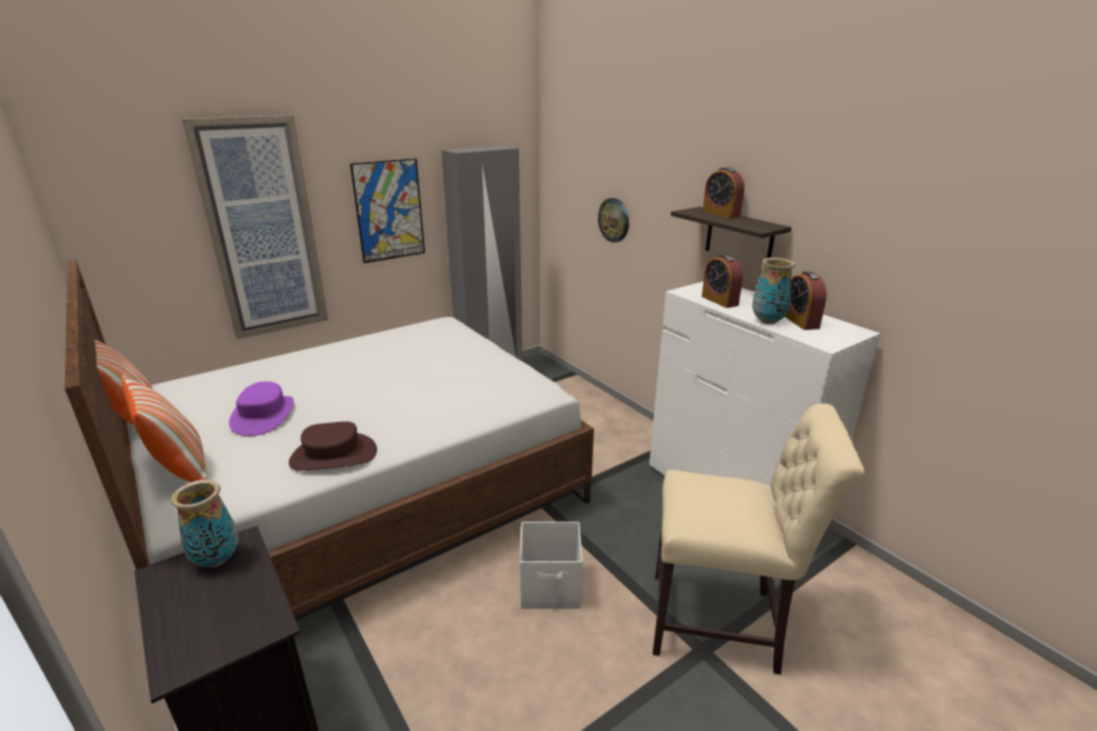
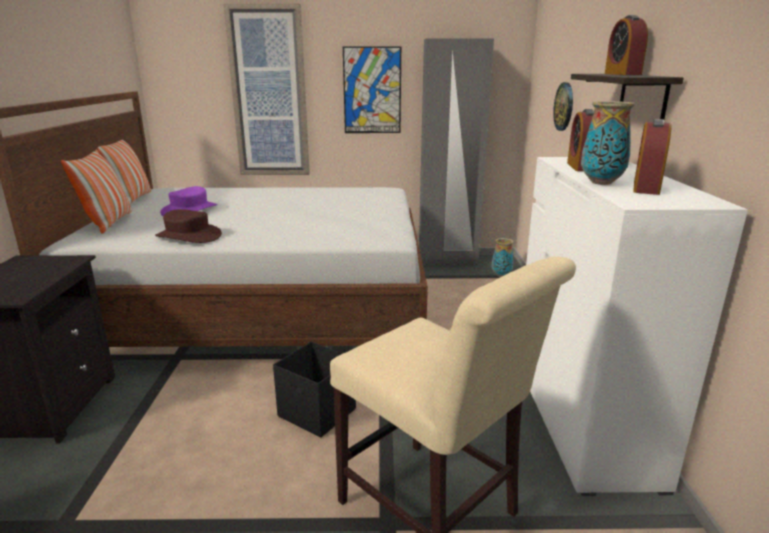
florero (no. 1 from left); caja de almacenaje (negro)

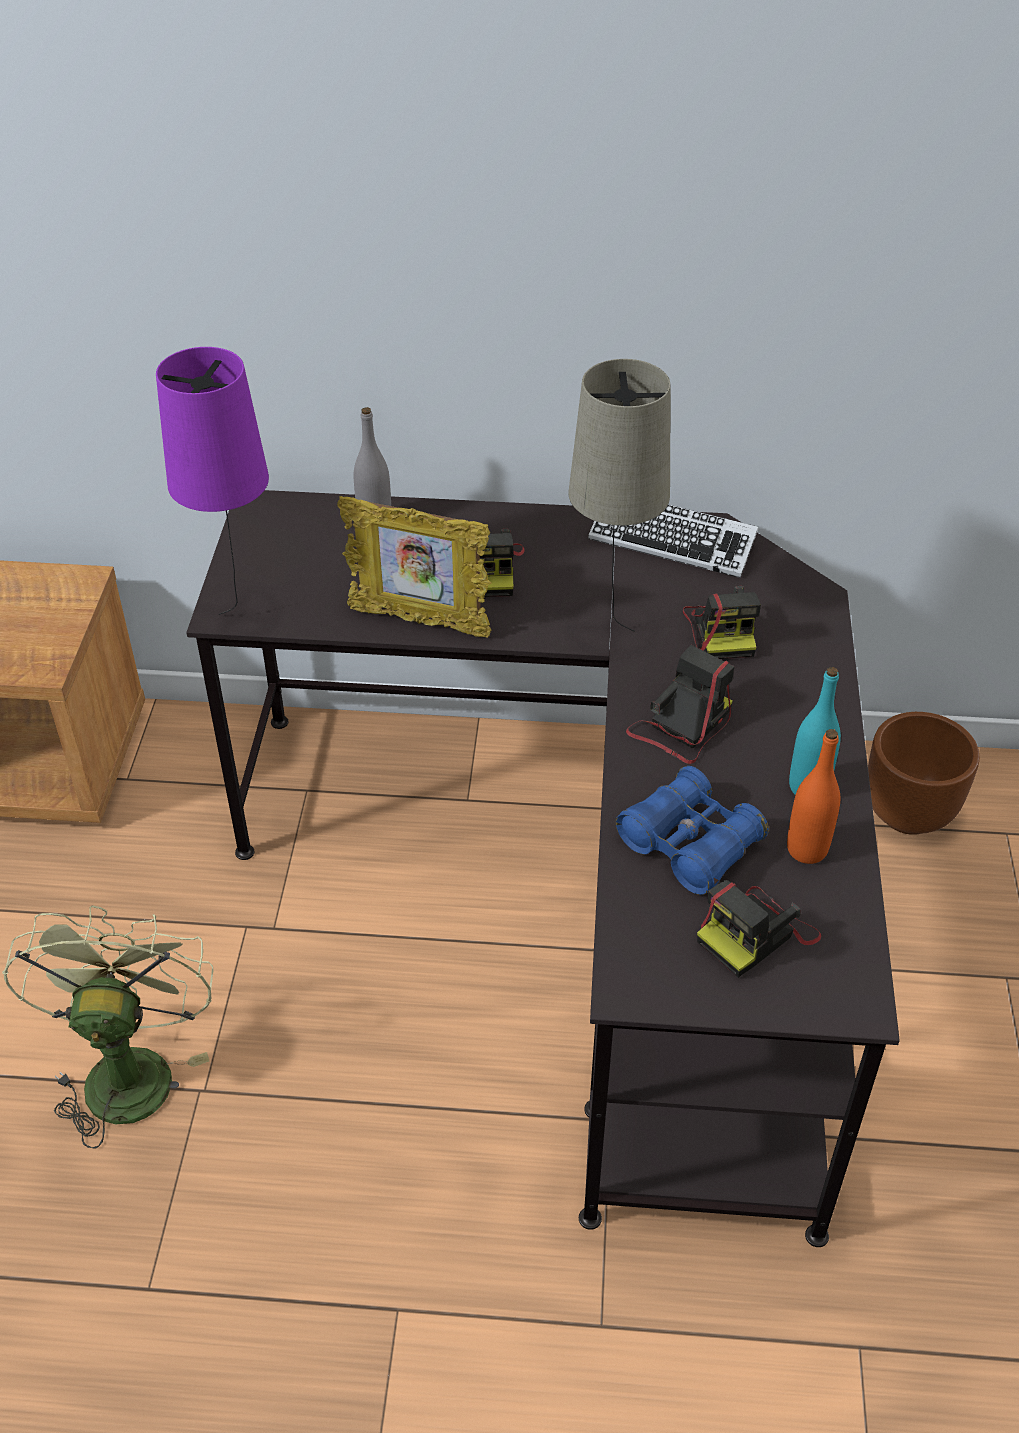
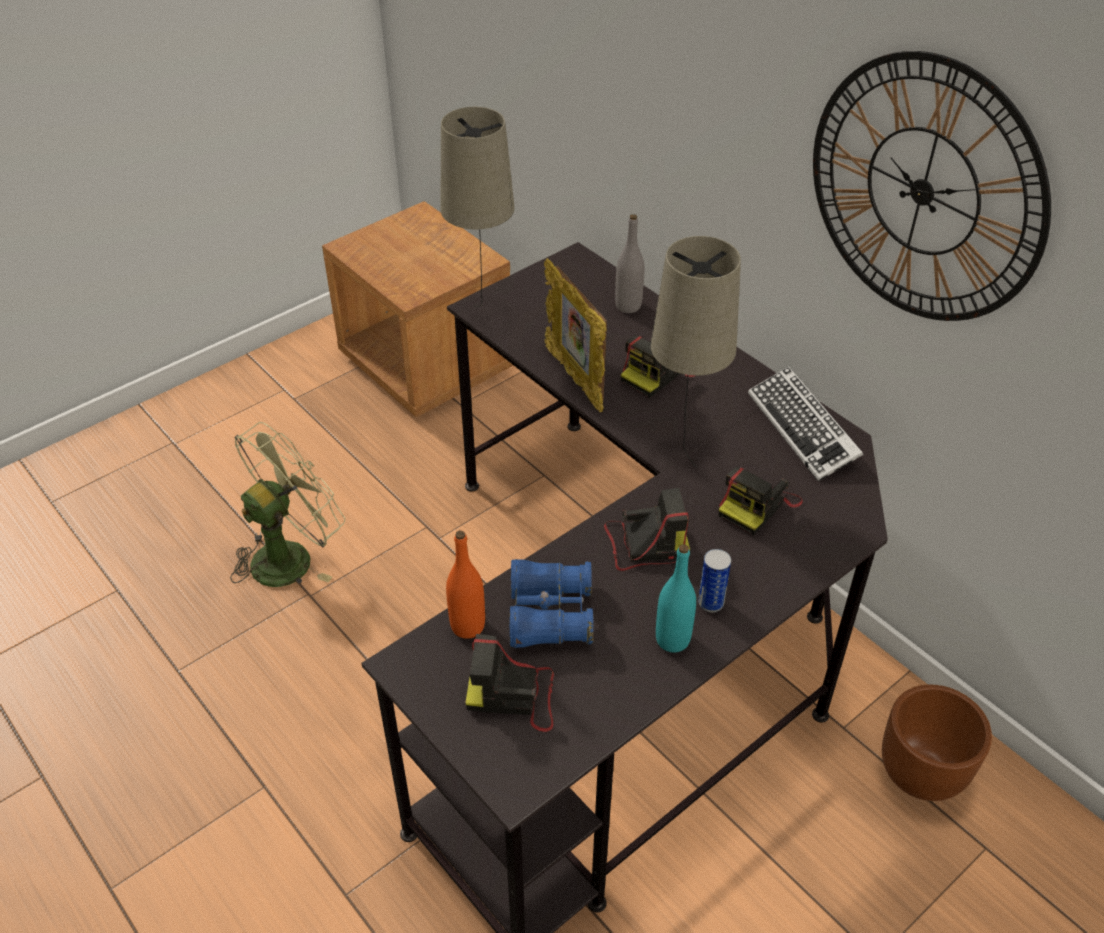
lata; reloj de pared; botella (naranja); lámpara de mesa (beis) (no. 1 from left)

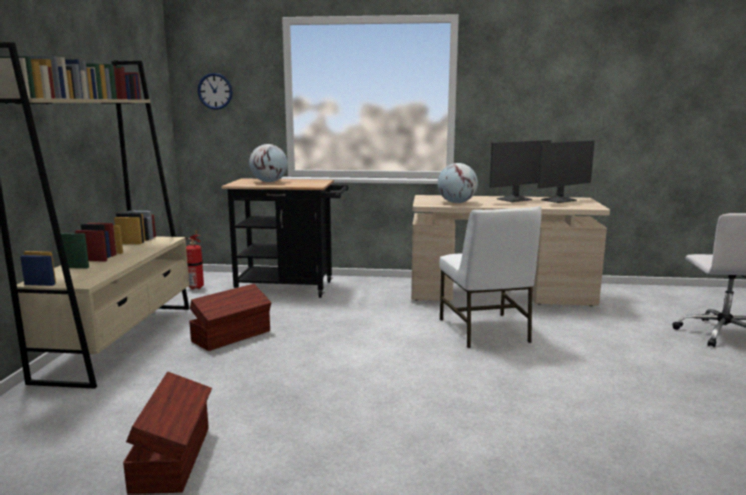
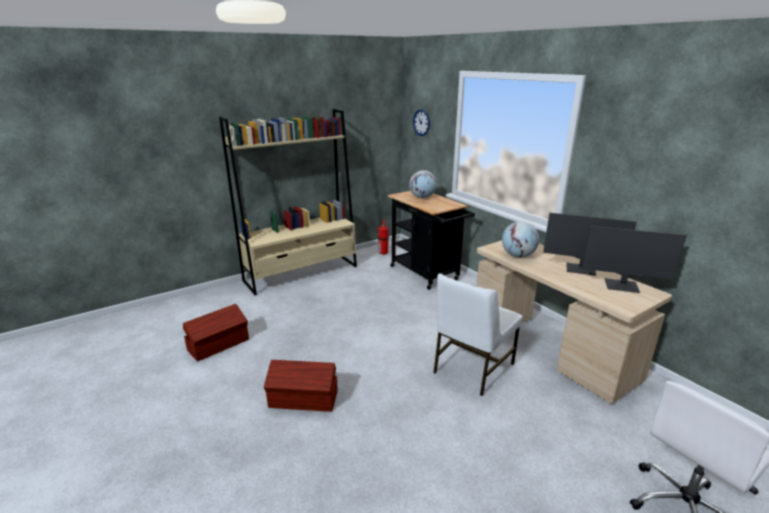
caja de almacenaje (marrón) (no. 2 from left)

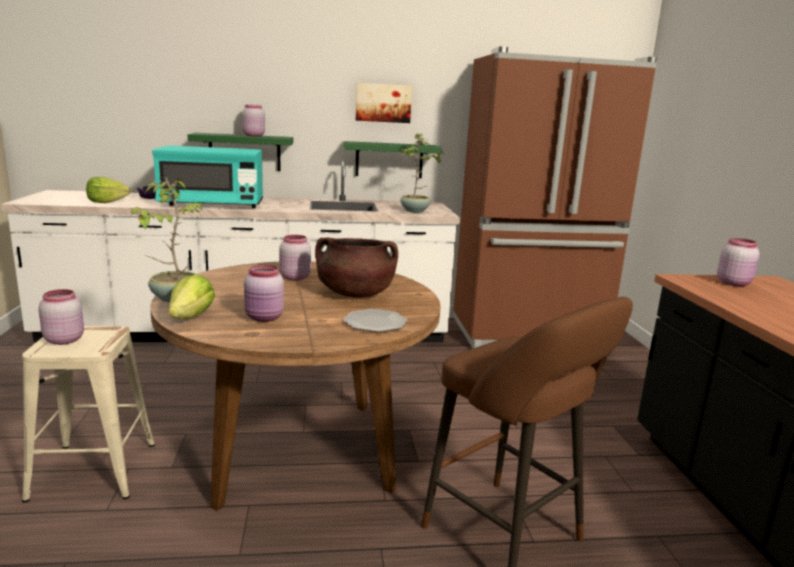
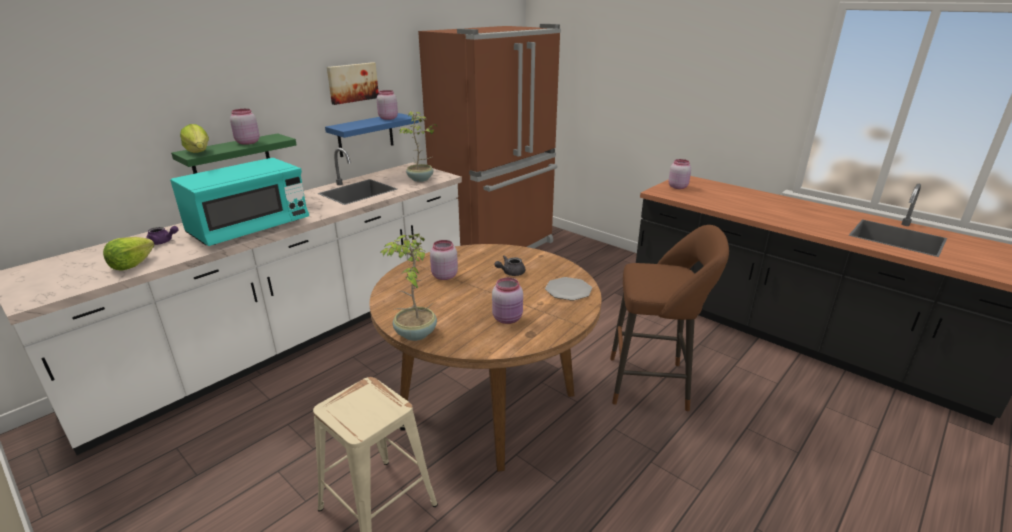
tarro (rosa) (no. 2 from left); lechuga (no. 2 from left); tetera (gris); estante (azul)

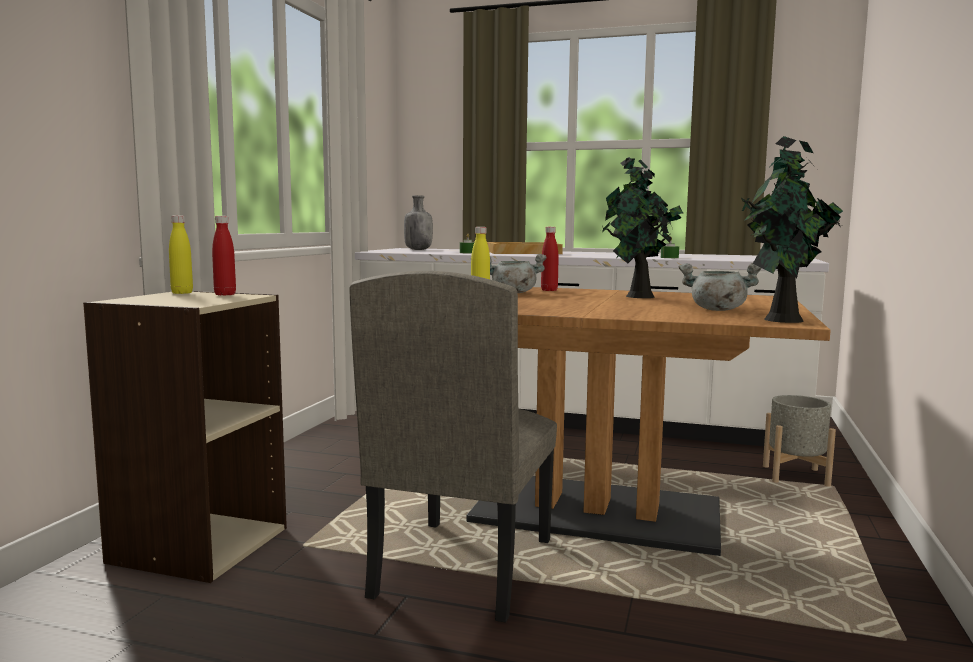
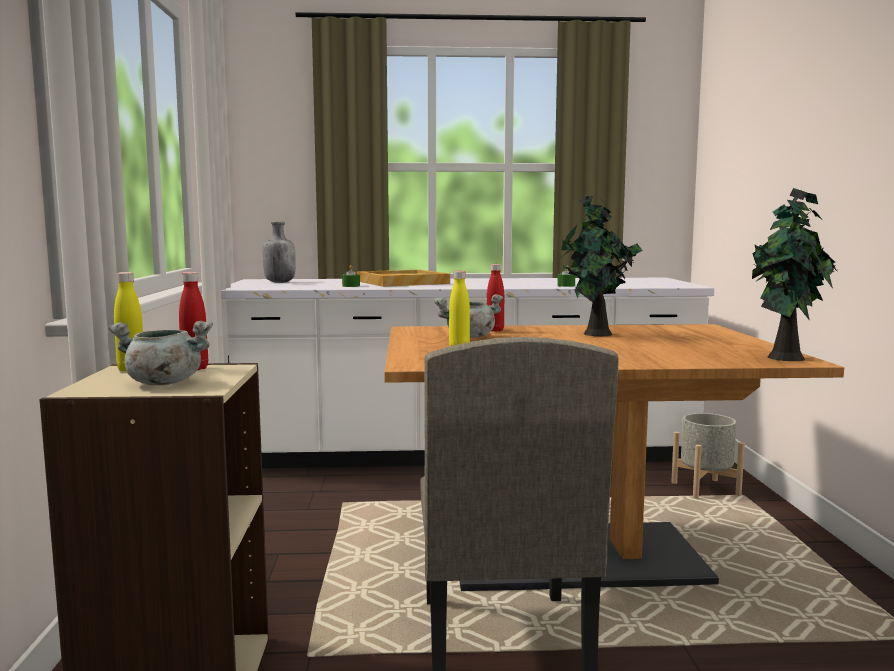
olla (gris) (no. 1 from left)

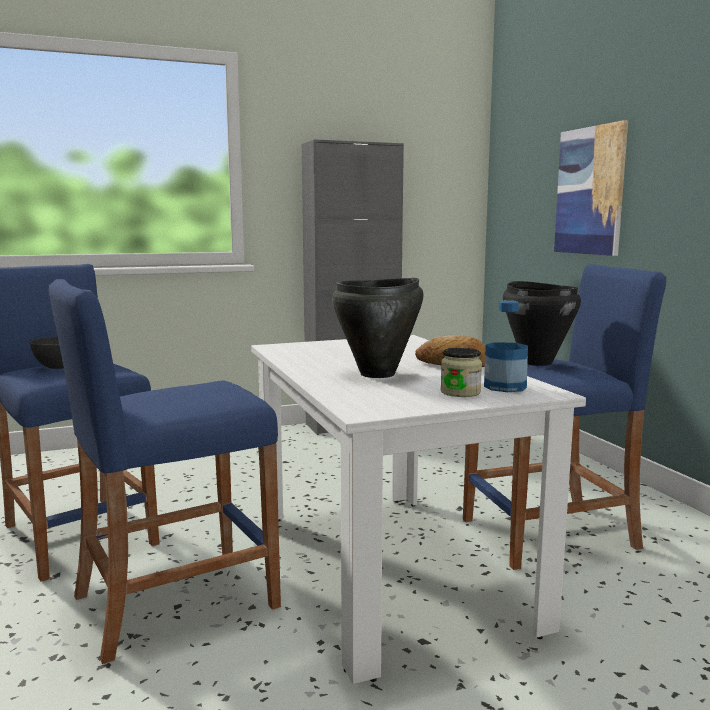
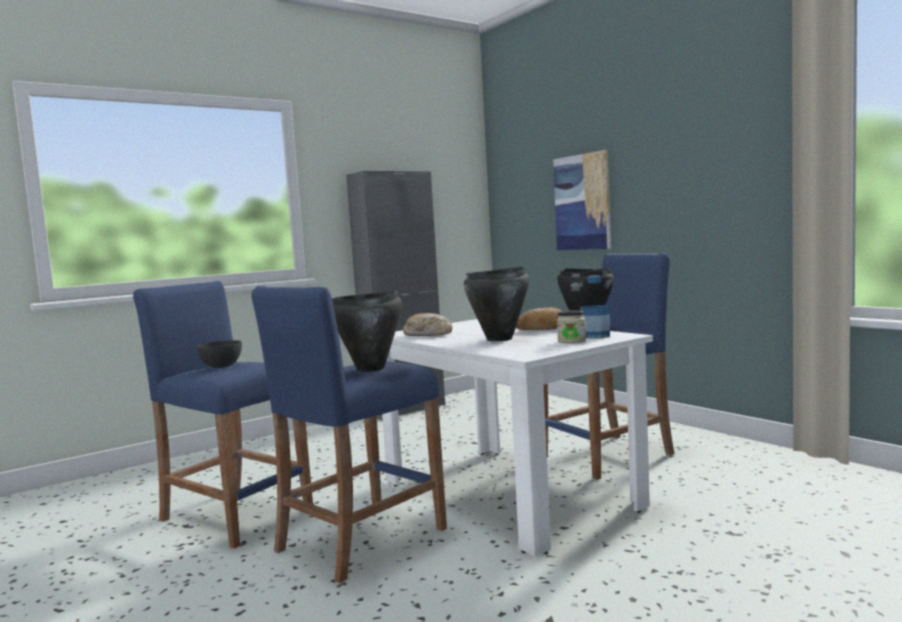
olla (negro) (no. 1 from left); pan (no. 1 from left)

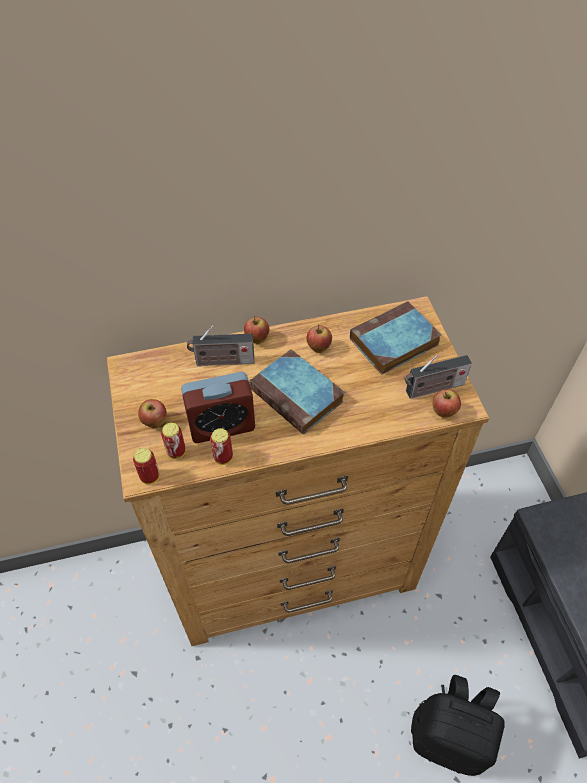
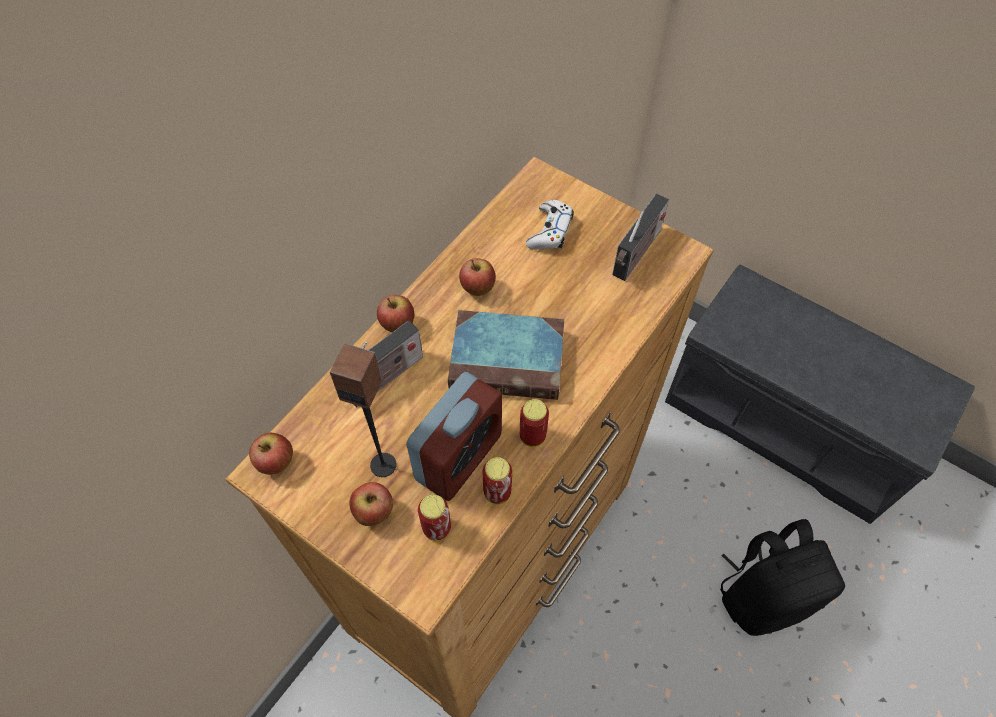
altavoz; lata (no. 3 from left); manzana (no. 1 from left); mando de consola (blanco)

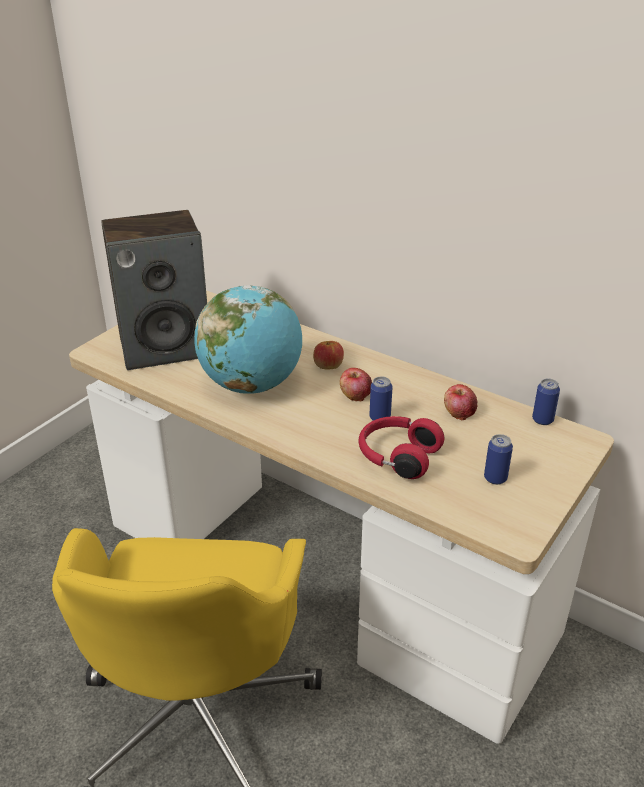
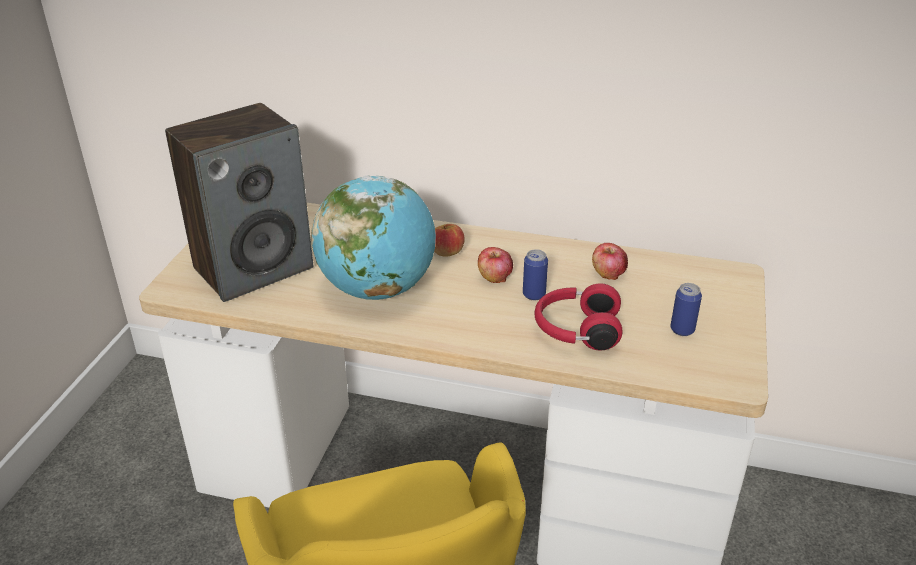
lata (no. 3 from left in the first image)

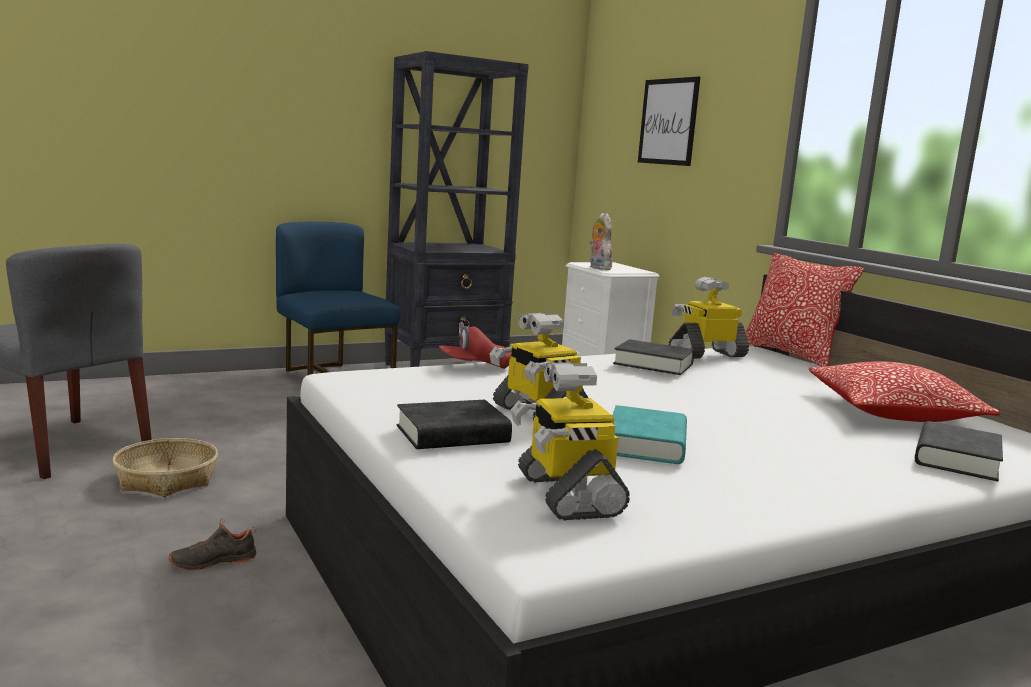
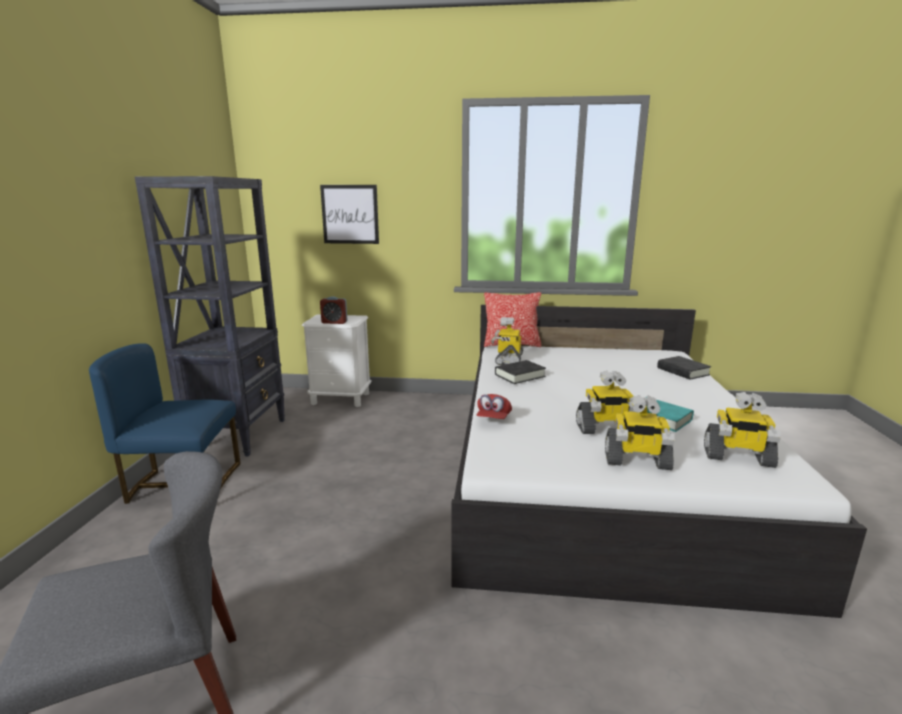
cesta; zapato (negro); cojín (no. 2 from left in the first image); robot de juguete (no. 3 from left); despertador

